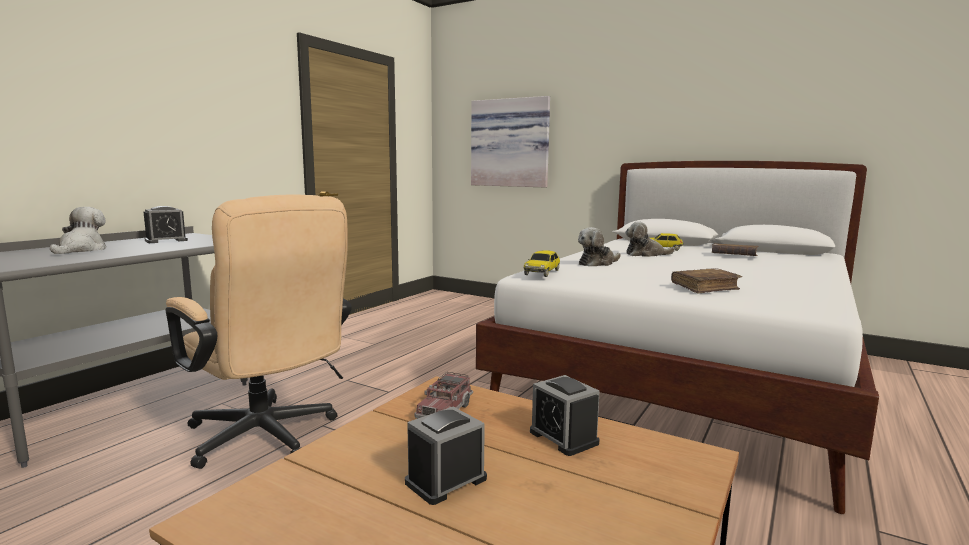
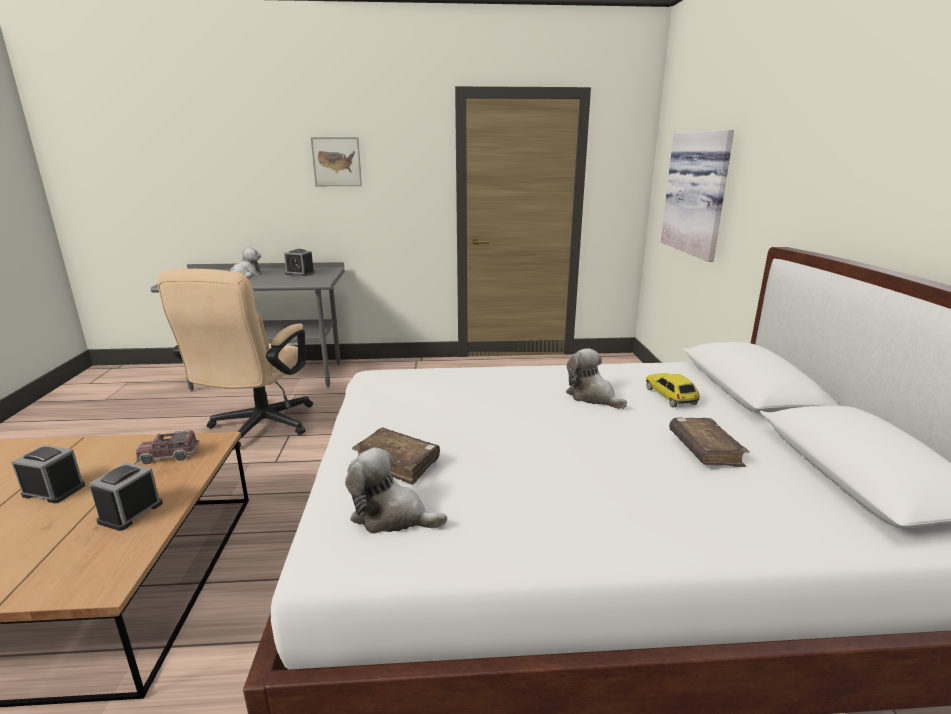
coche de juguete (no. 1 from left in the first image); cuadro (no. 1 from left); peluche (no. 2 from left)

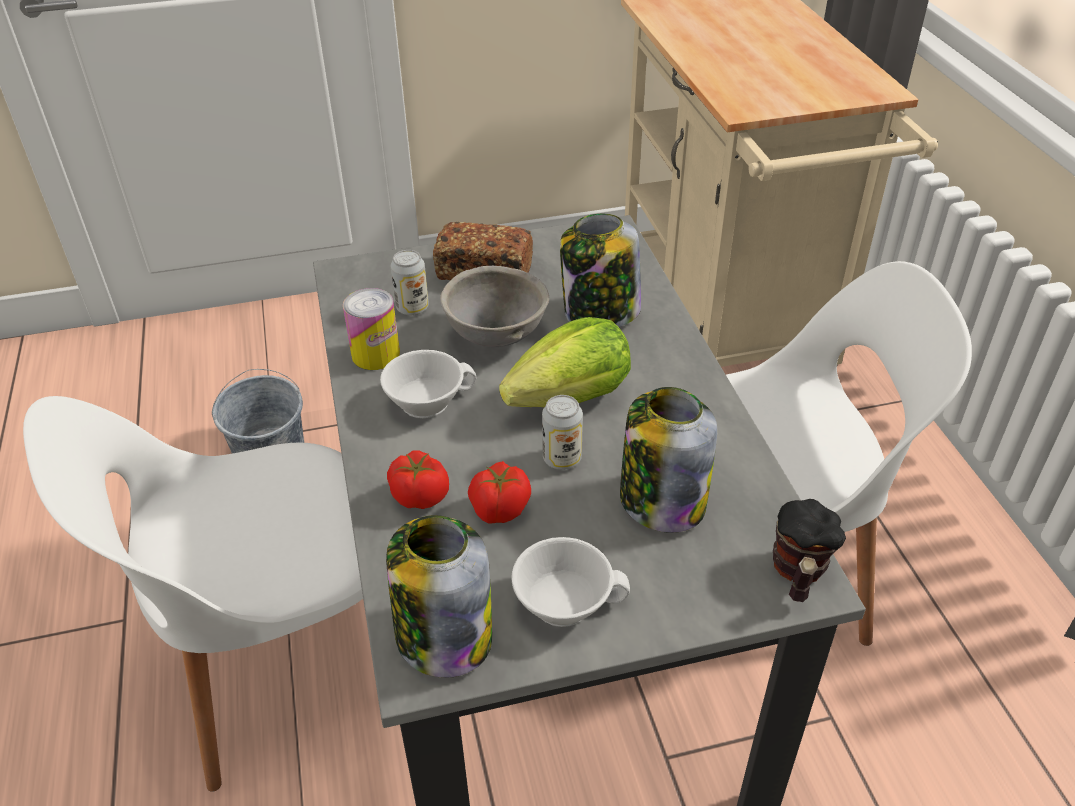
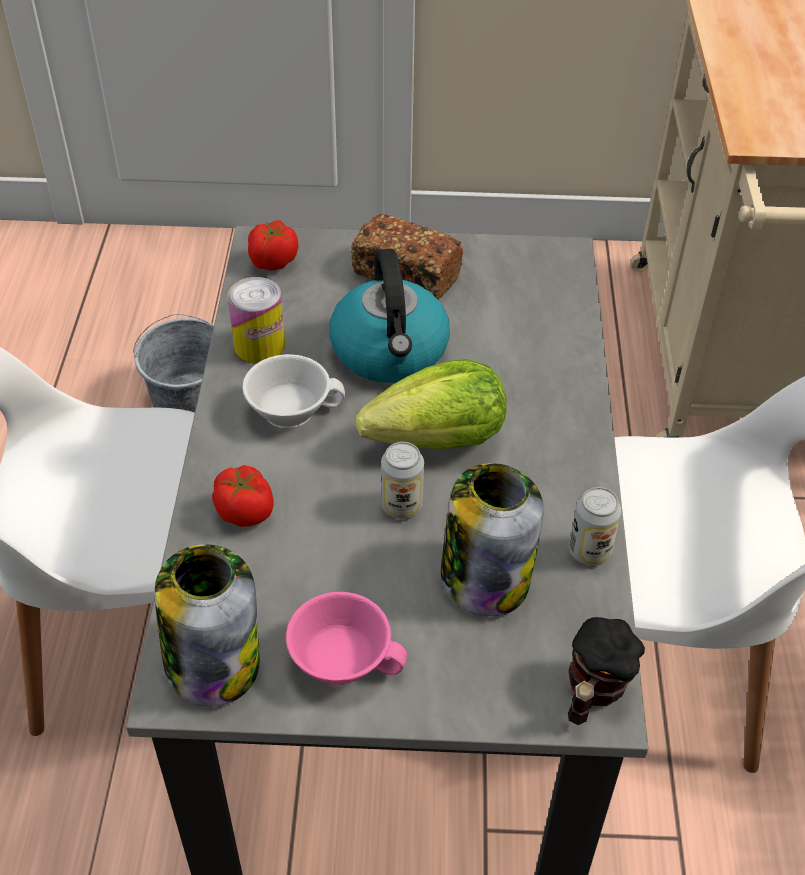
tarro (no. 2 from left in the first image); lata (no. 3 from left); tomate (no. 2 from left); hervidor; taza (rosa)

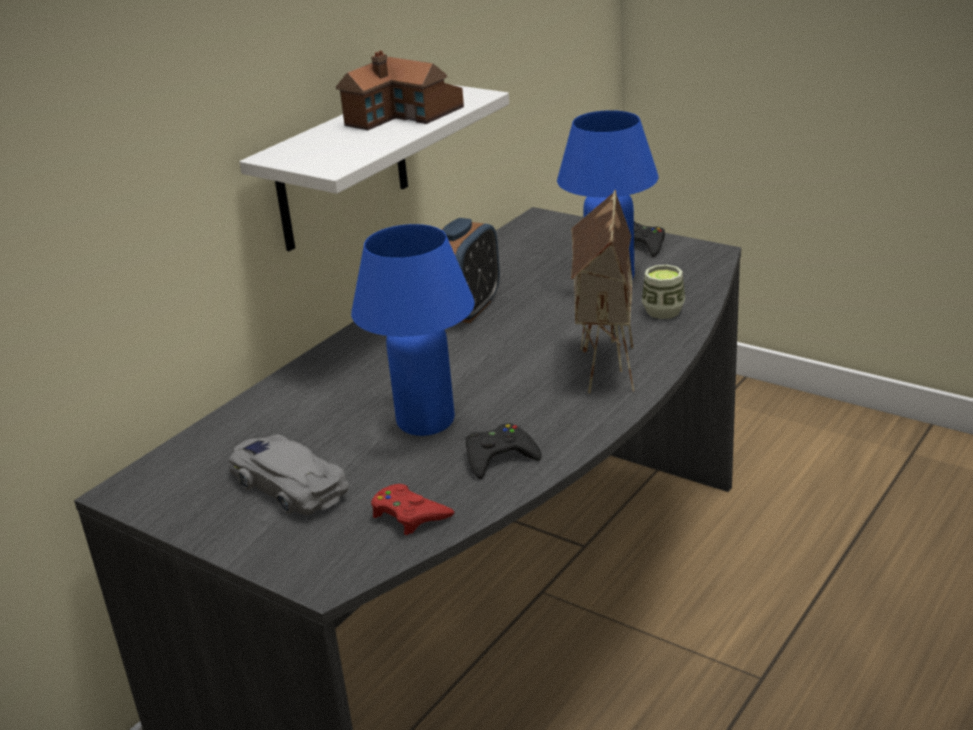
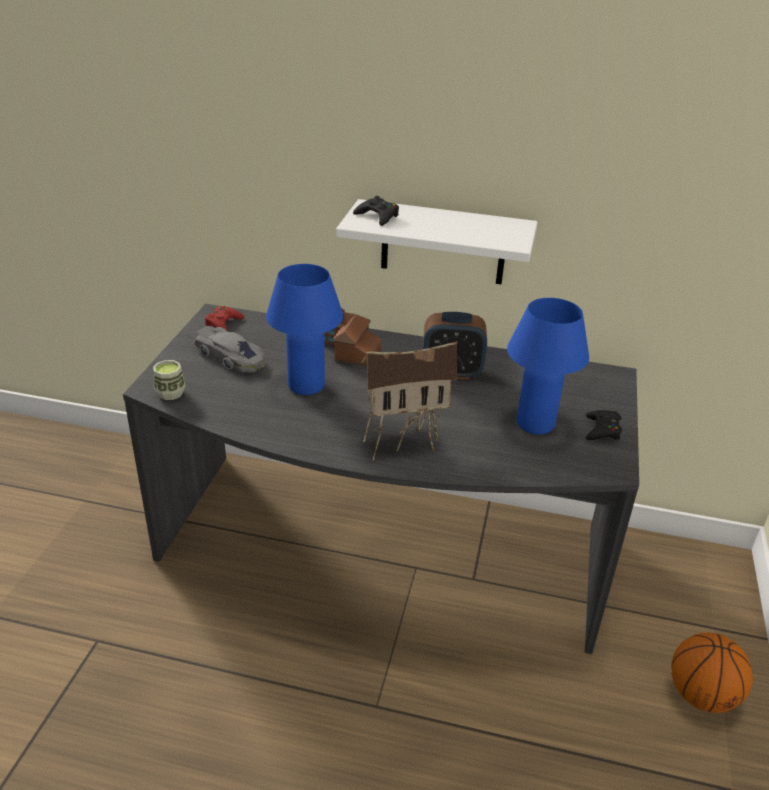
balón de baloncesto; casita (no. 1 from left); mando de consola (rojo); mando de consola (negro) (no. 1 from left); taza; coche de juguete (gris)

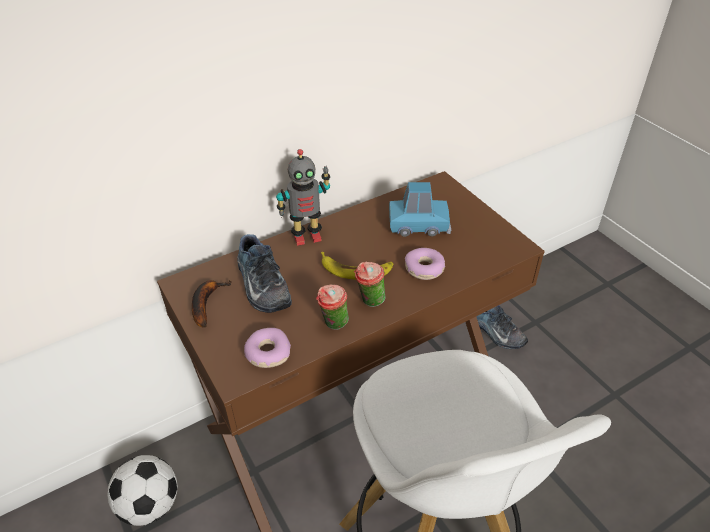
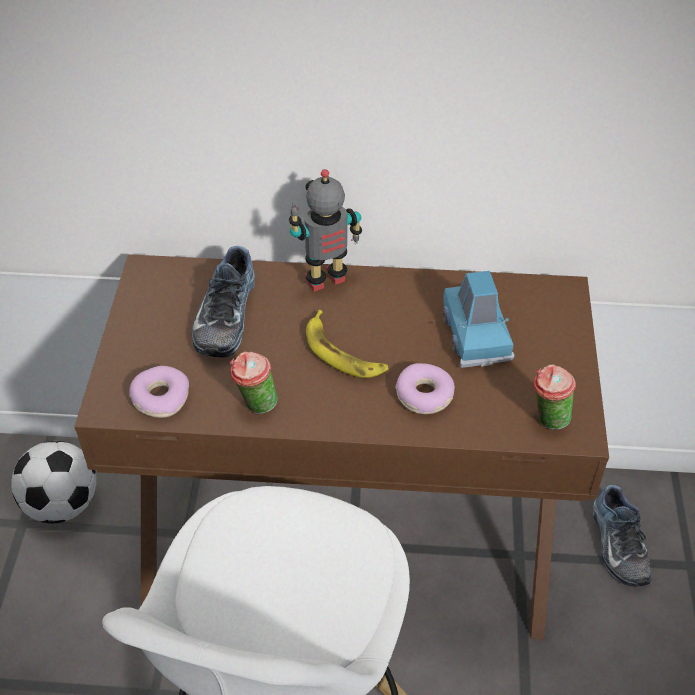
plátano (no. 1 from left in the first image); taza (no. 2 from left); robot de juguete; coche de juguete (azul)

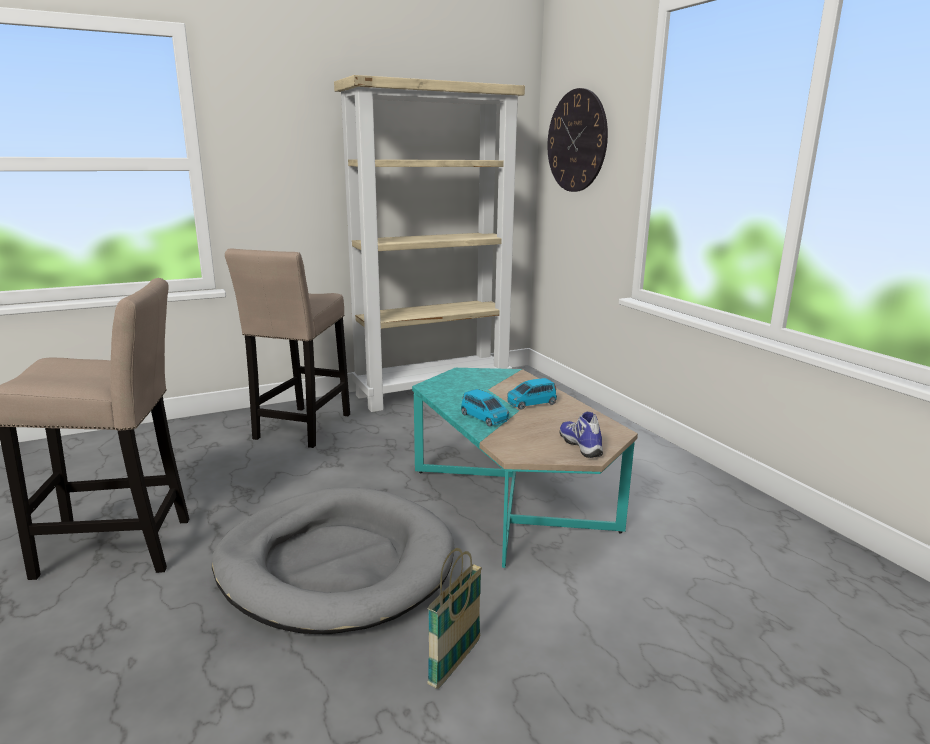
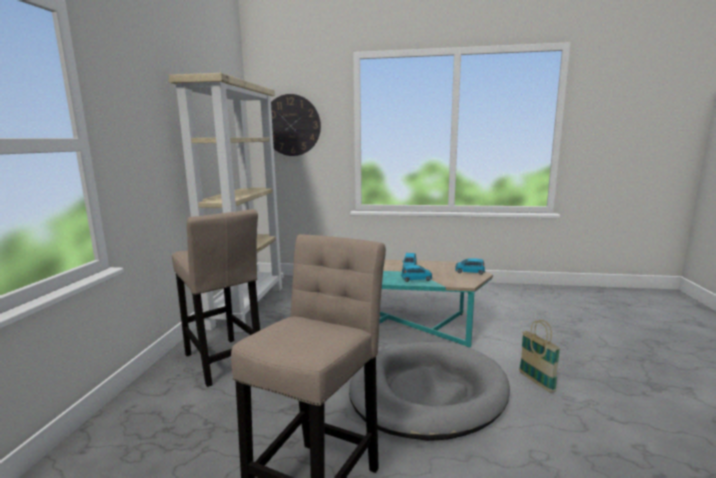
coche de juguete (azul) (no. 3 from left)

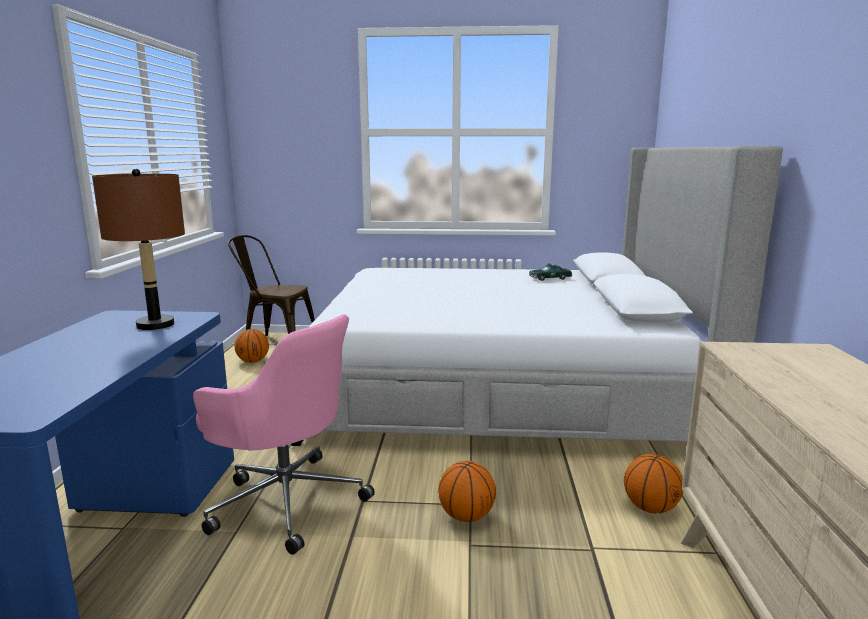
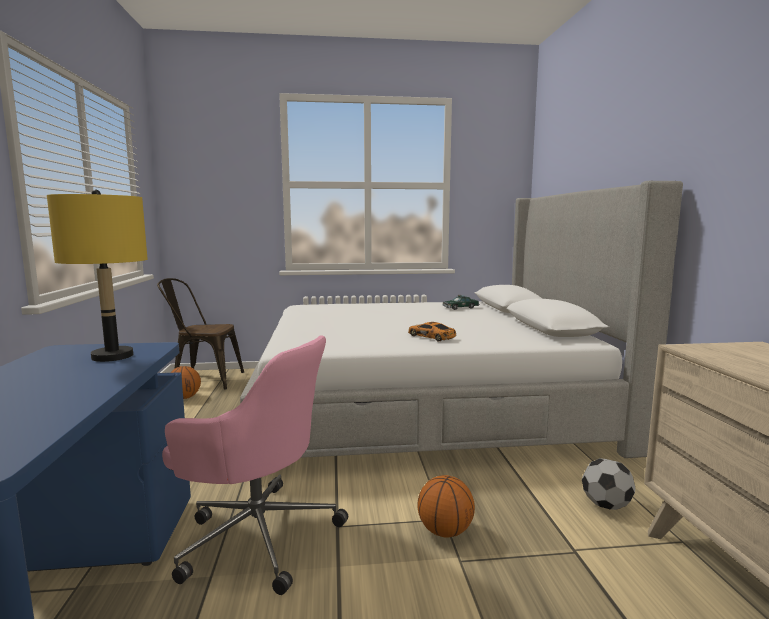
coche de juguete (no. 1 from left); balón de fútbol; lámpara de mesa (amarillo)

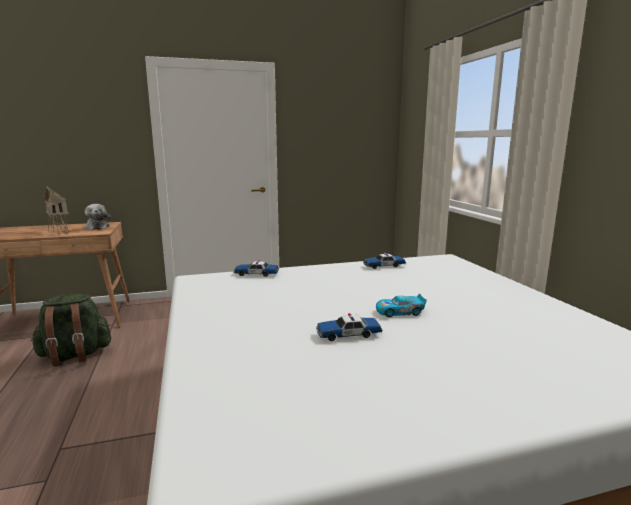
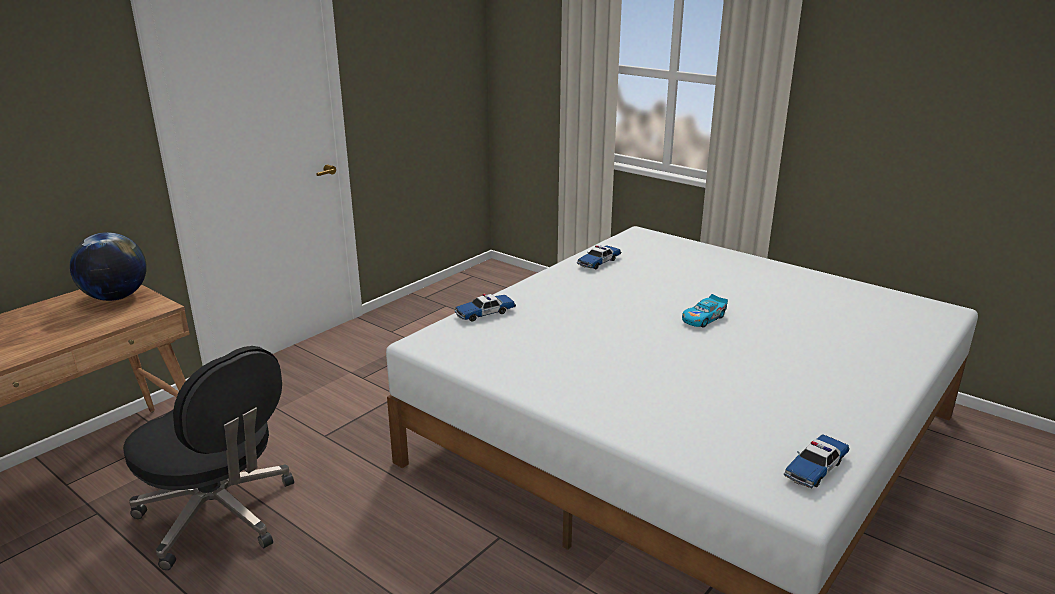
casita; coche de juguete (no. 4 from left); silla de oficina (negro); globo terráqueo

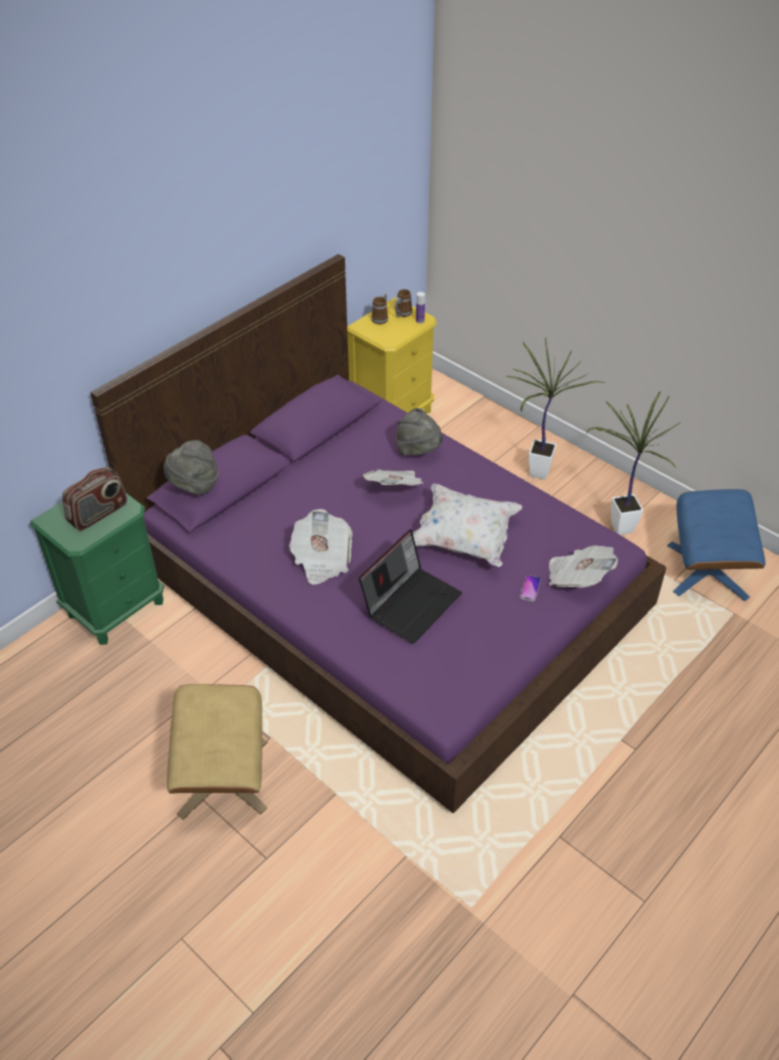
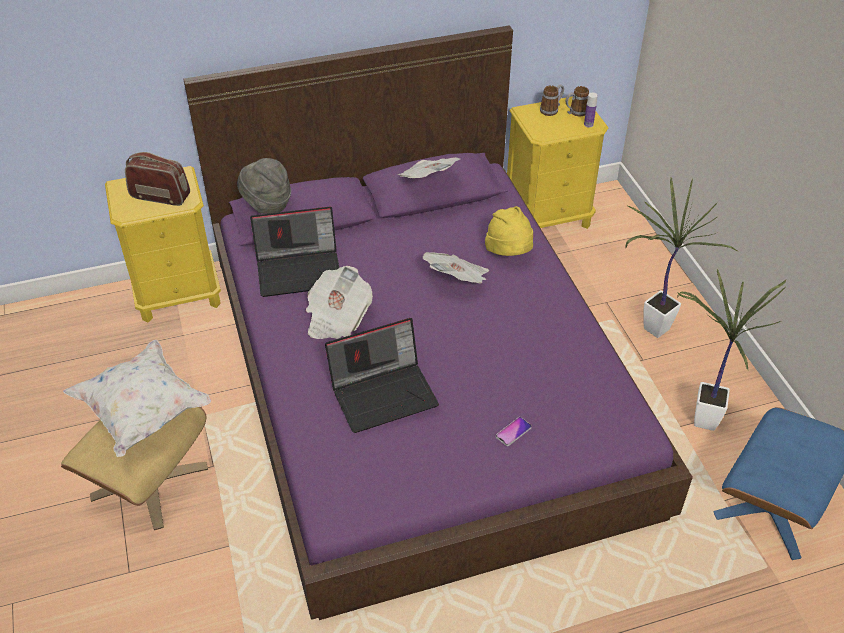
portátil (no. 1 from left); cojín (blanco); periódico (no. 2 from left); mesita de noche (amarillo) (no. 1 from left); sombrero (amarillo); radio

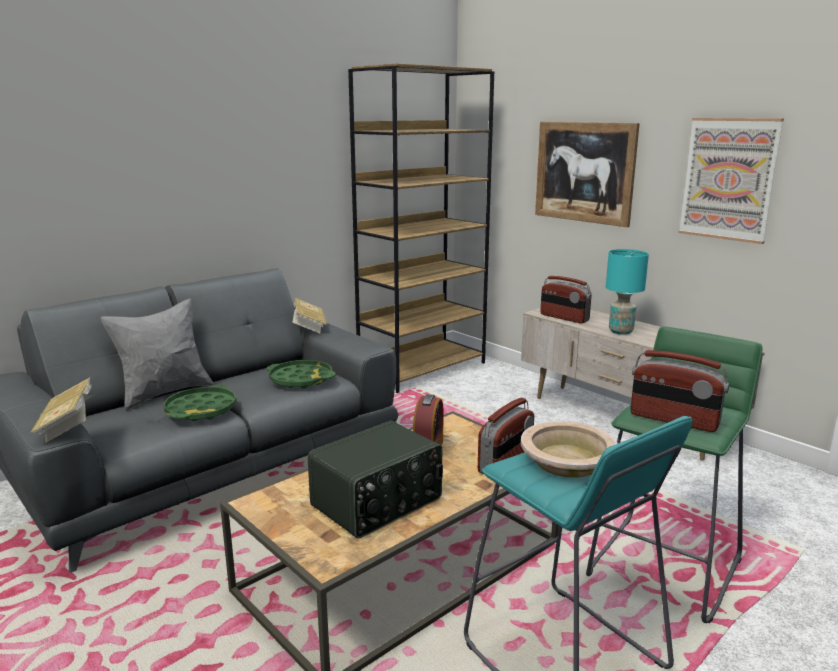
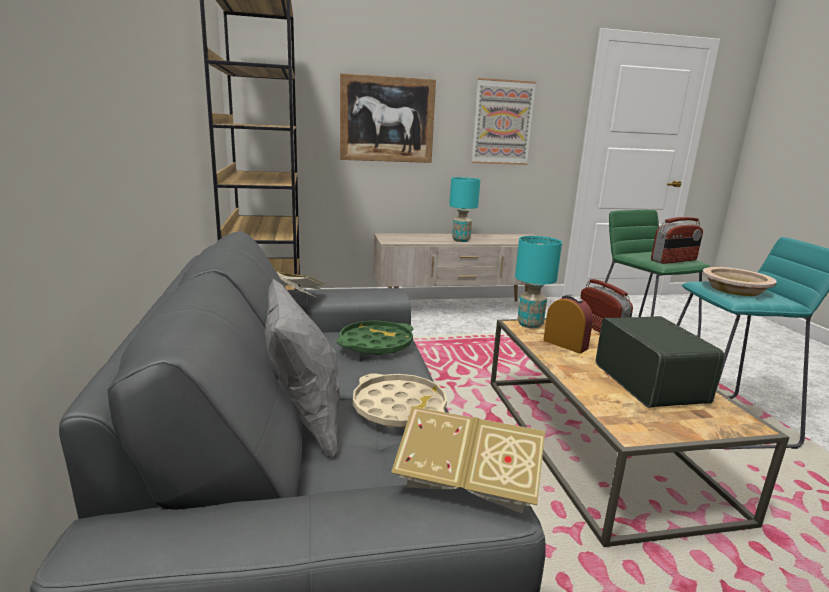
radio (no. 3 from left in the first image); lámpara de mesa (turquesa) (no. 2 from left); bandeja (beis)

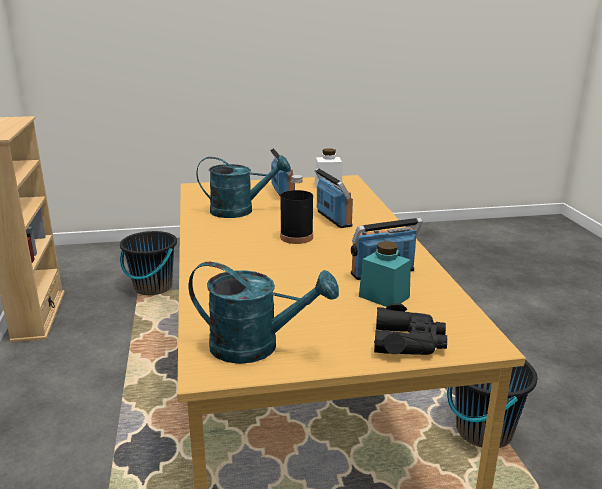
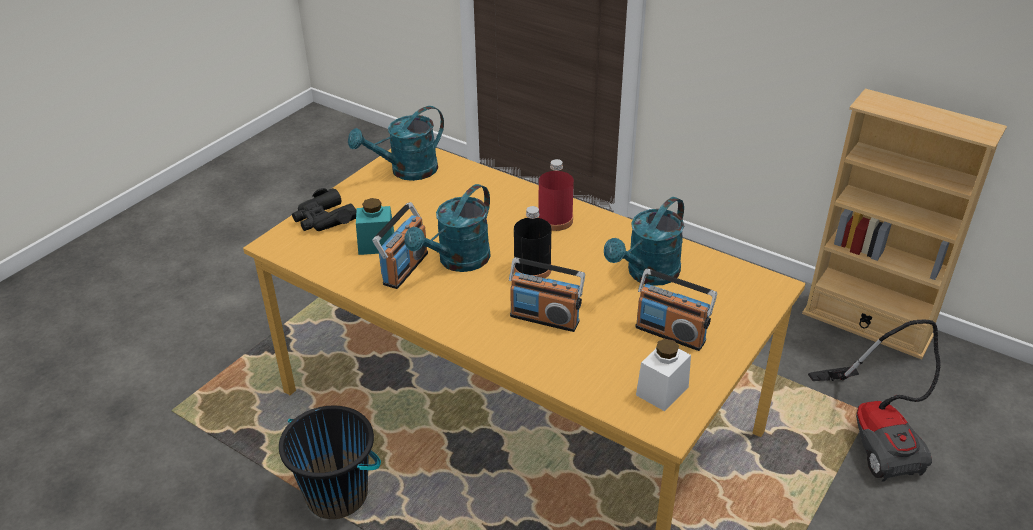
regadera (turquesa) (no. 2 from left); botella (rojo); aspiradora

